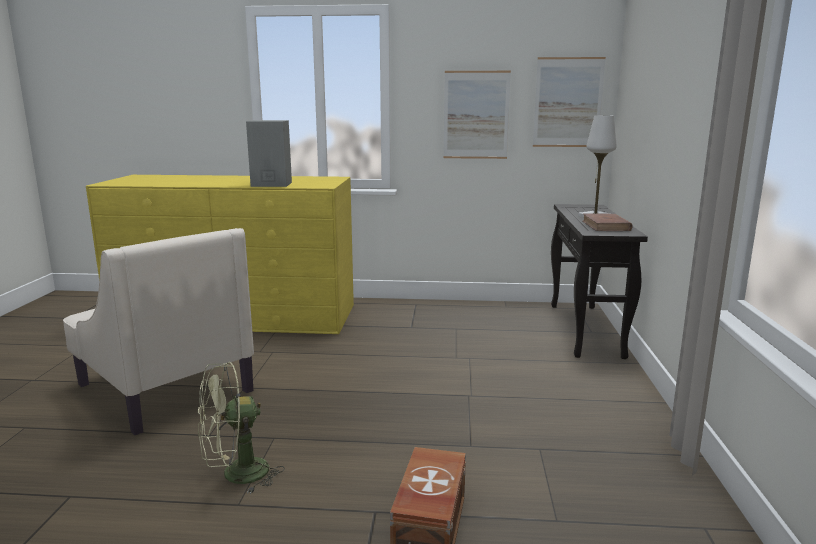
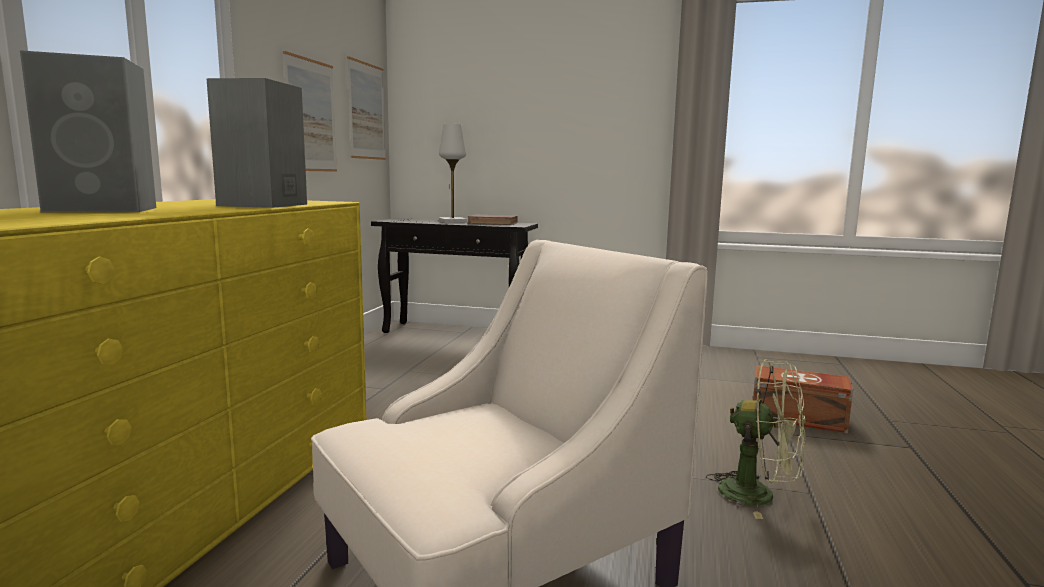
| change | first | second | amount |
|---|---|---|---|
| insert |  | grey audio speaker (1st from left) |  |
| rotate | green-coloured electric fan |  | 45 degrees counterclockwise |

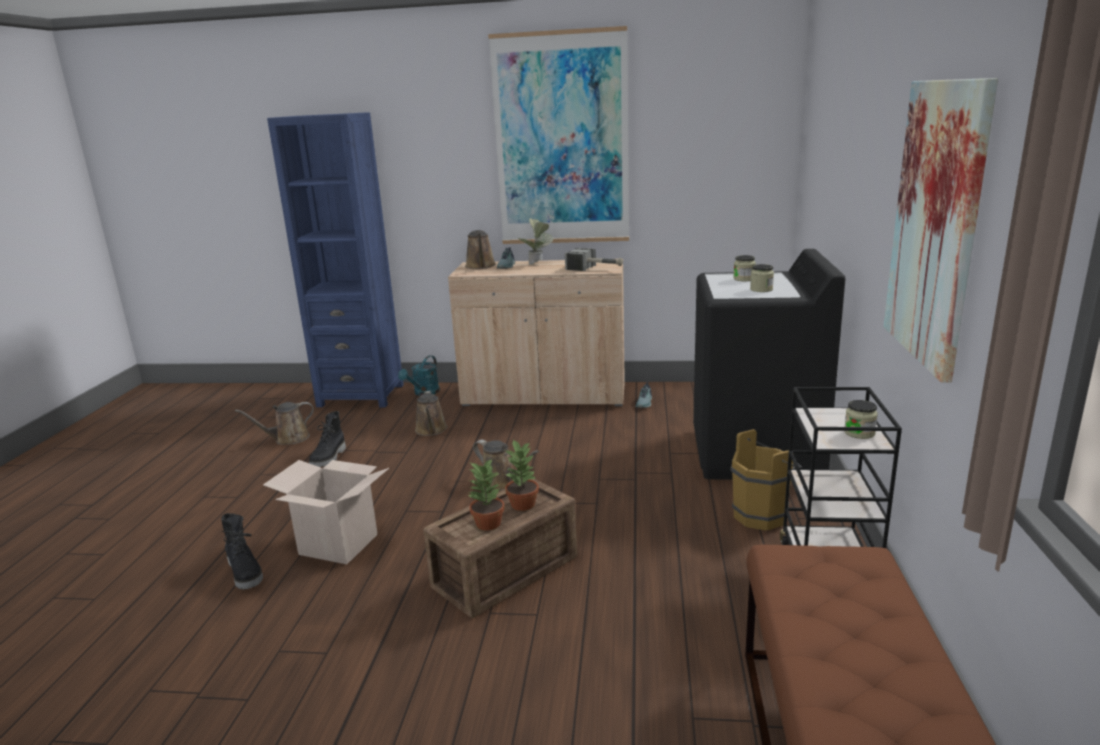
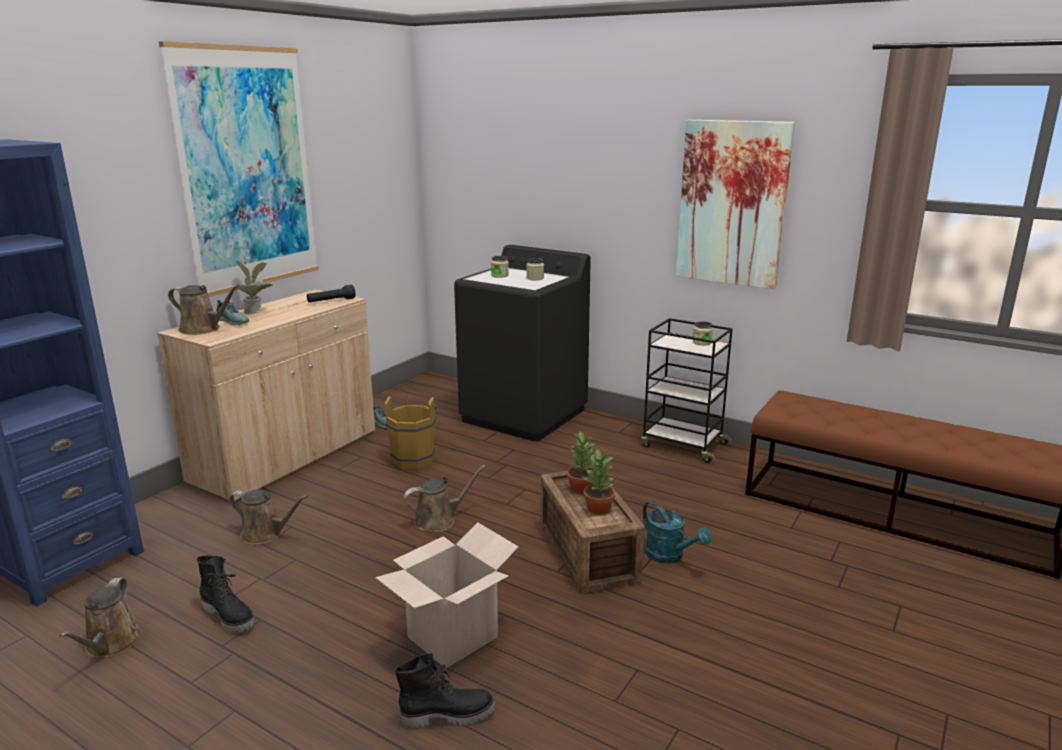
| change | first | second | amount |
|---|---|---|---|
| replace | tool hammer | black torch |  |
| move | brown bucket |  |  |
| move | turquoise sprinkling can |  |  |

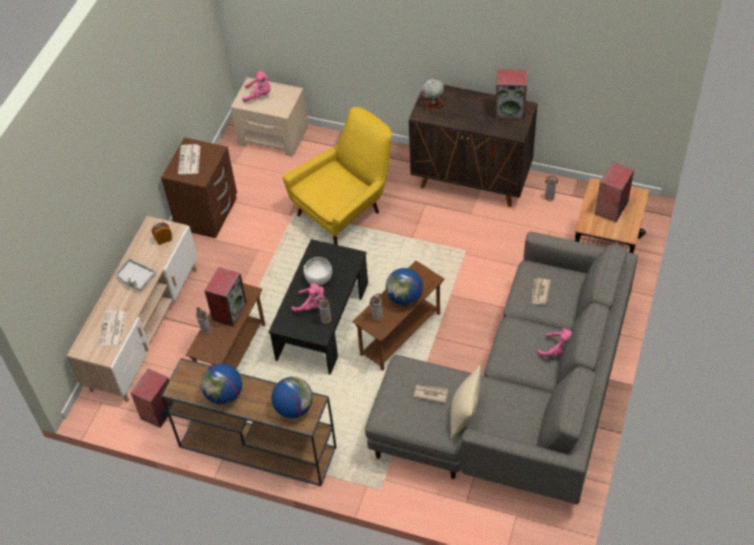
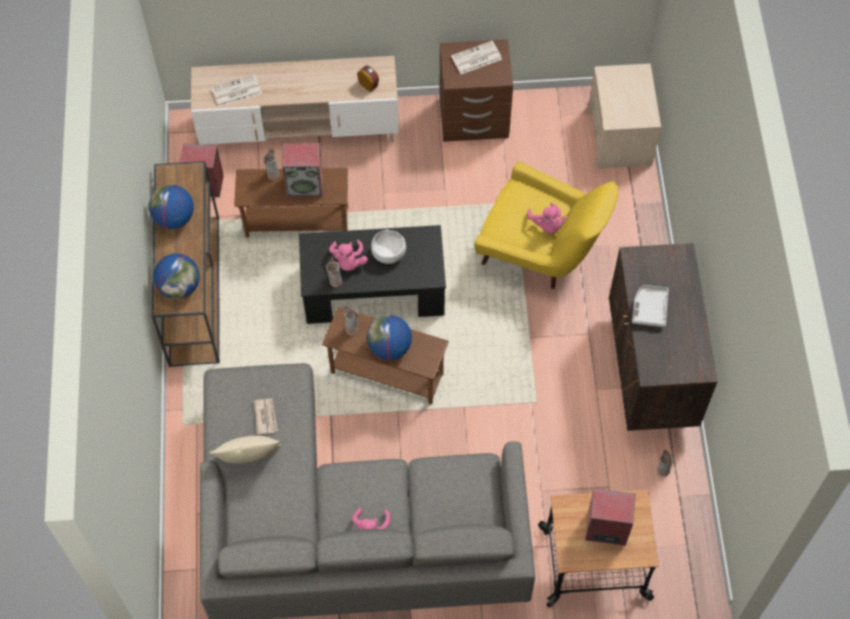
| change | first | second | amount |
|---|---|---|---|
| move | pink-coloured cuddly toy (1st from left in the first image) | pink-coloured cuddly toy (3rd from left) |  |
| move | grey carrying tray |  |  |
| delete | desk globe (4th from left) |  |  |
| delete | audio speaker (3rd from left) |  |  |
| delete | printed paper (4th from left) |  |  |

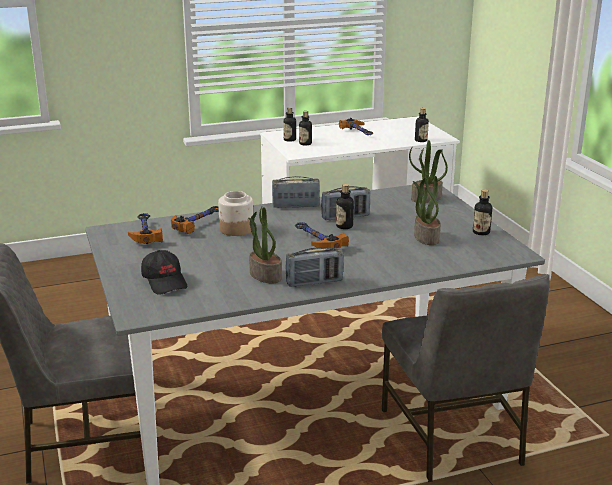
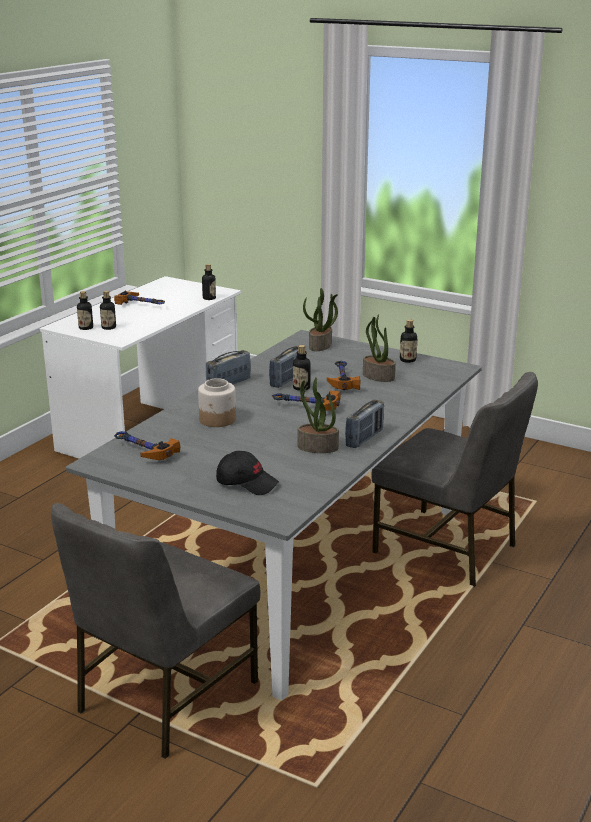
| change | first | second | amount |
|---|---|---|---|
| move | tool hammer (2nd from left in the first image) | tool hammer (4th from left) |  |

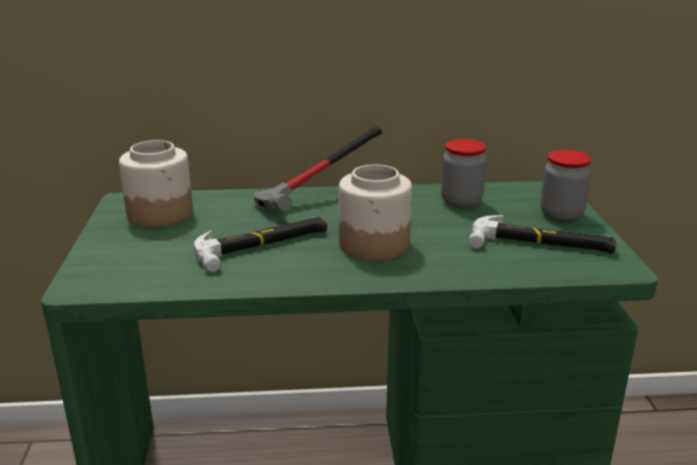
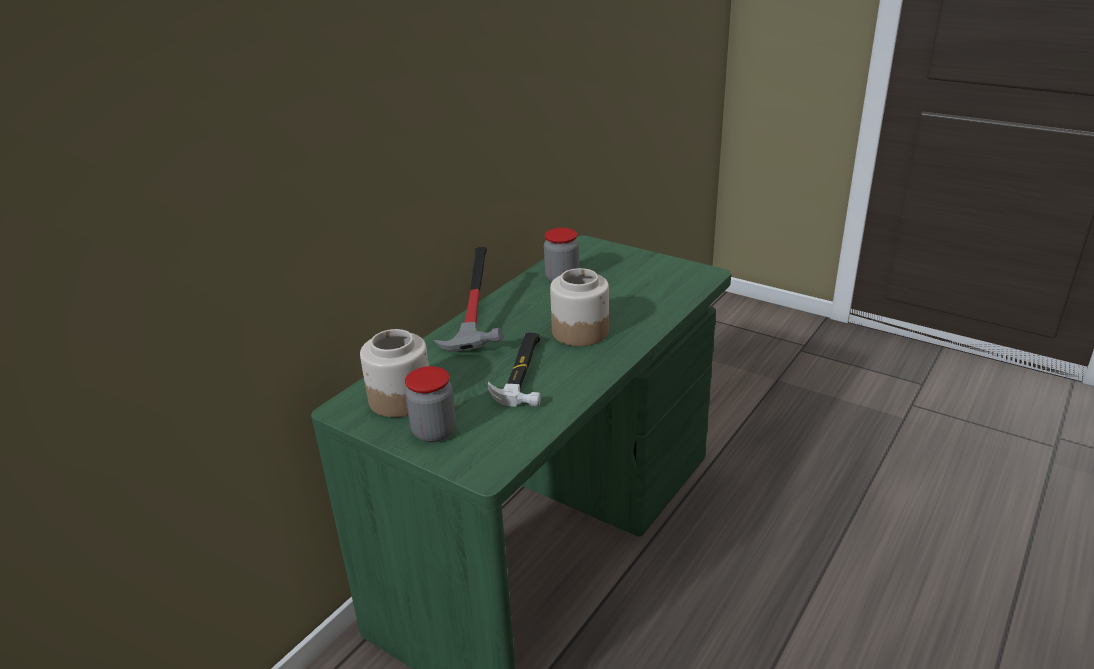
| change | first | second | amount |
|---|---|---|---|
| move | jar (4th from left in the first image) | jar (2nd from left) |  |
| delete | tool hammer (3rd from left) |  |  |

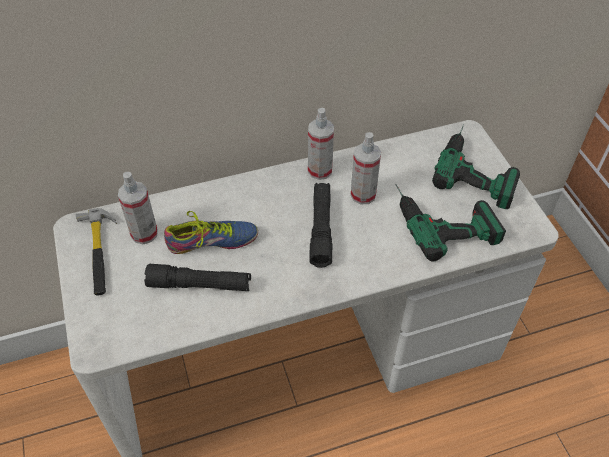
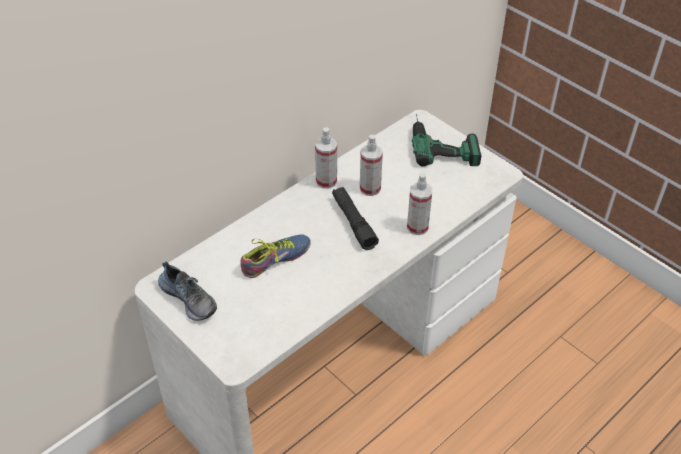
| change | first | second | amount |
|---|---|---|---|
| replace | tool hammer | shoe (1st from left) |  |
| move | hand sprayer (1st from left in the first image) | hand sprayer (3rd from left) |  |
| delete | black torch (1st from left) |  |  |
| delete | drill (1st from left) |  |  |

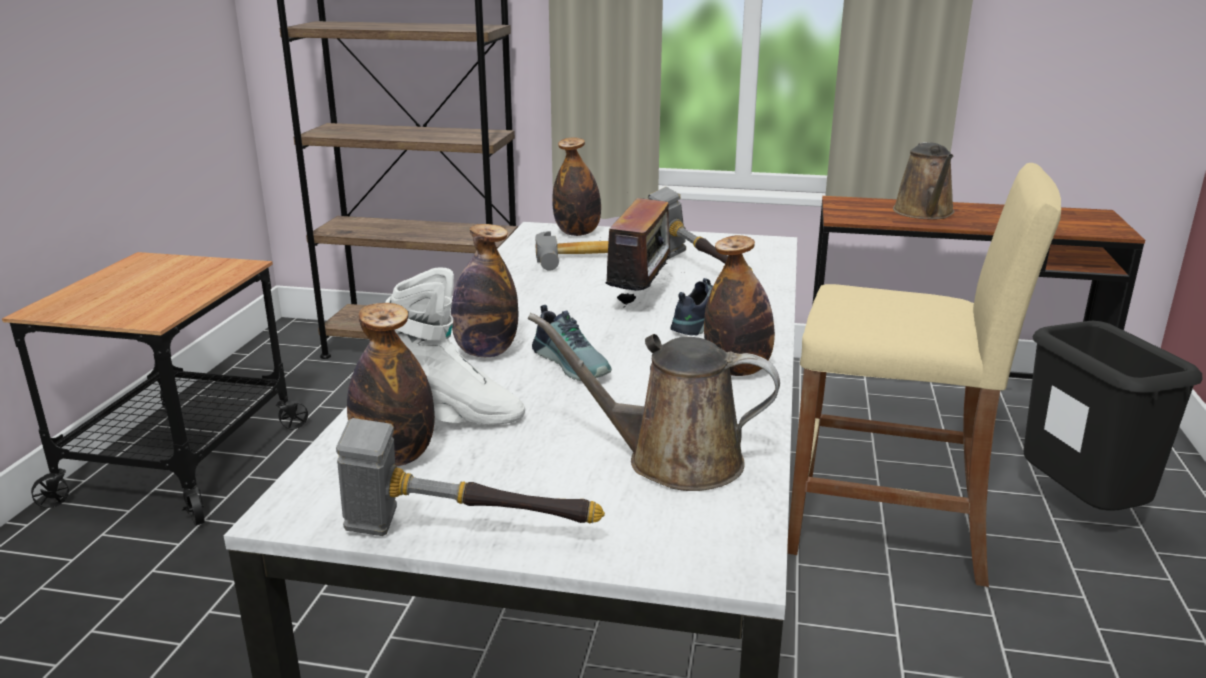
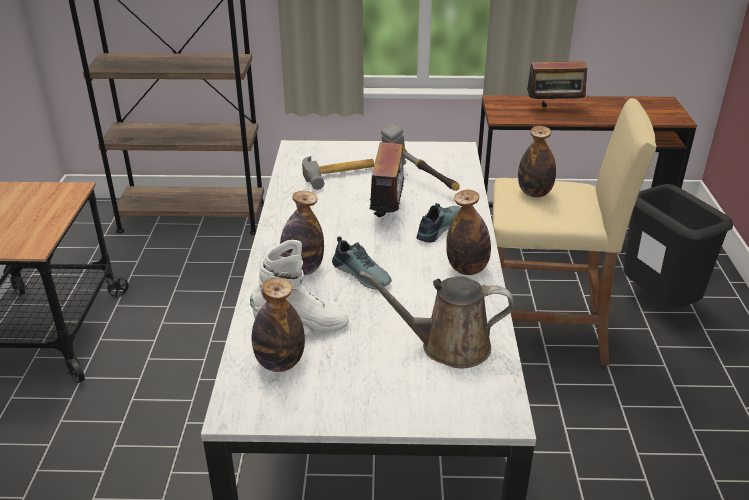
| change | first | second | amount |
|---|---|---|---|
| move | beverage bottle (3rd from left in the first image) | beverage bottle (4th from left) |  |
| replace | brown sprinkling can (2nd from left) | radio receiver (2nd from left) |  |
| delete | tool hammer (1st from left) |  |  |

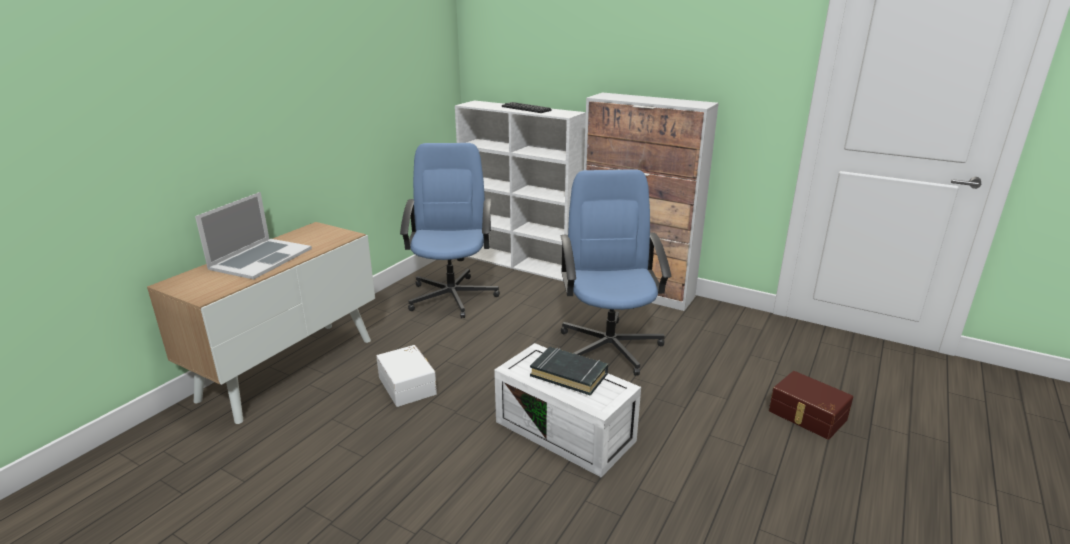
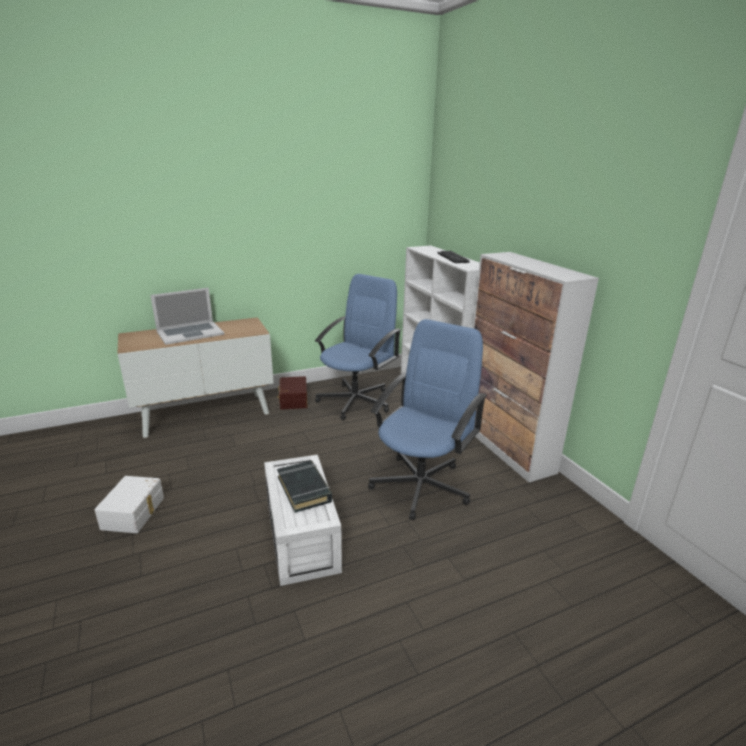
| change | first | second | amount |
|---|---|---|---|
| move | whitish storage box (1st from left) |  |  |
| move | brown storage box |  |  |

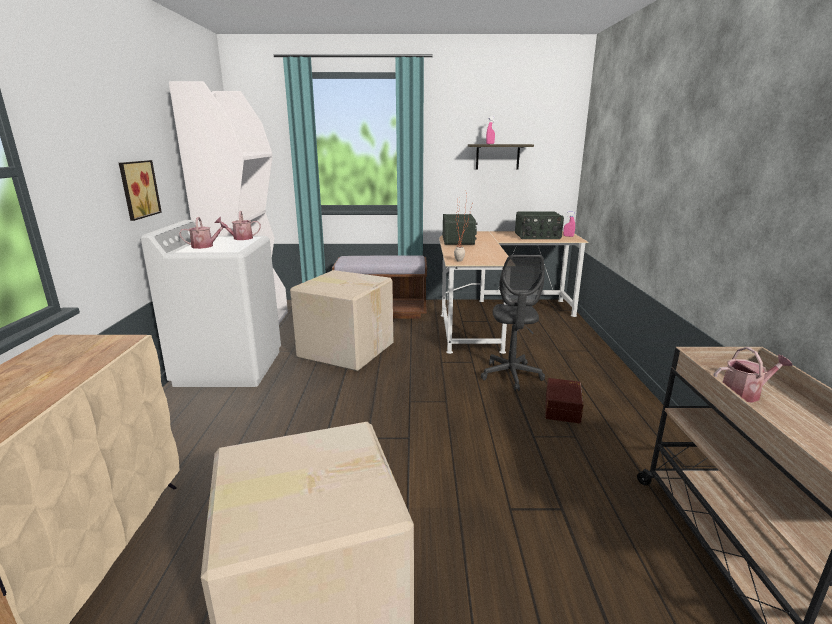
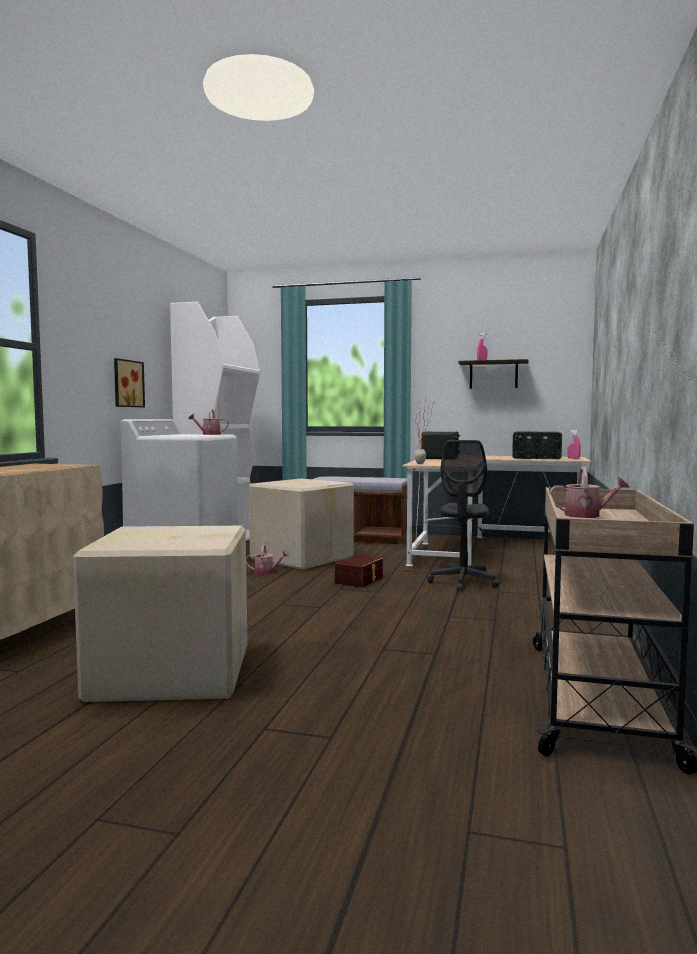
| change | first | second | amount |
|---|---|---|---|
| move | sprinkling can (1st from left in the first image) | sprinkling can (2nd from left) |  |
| move | brown storage box |  |  |

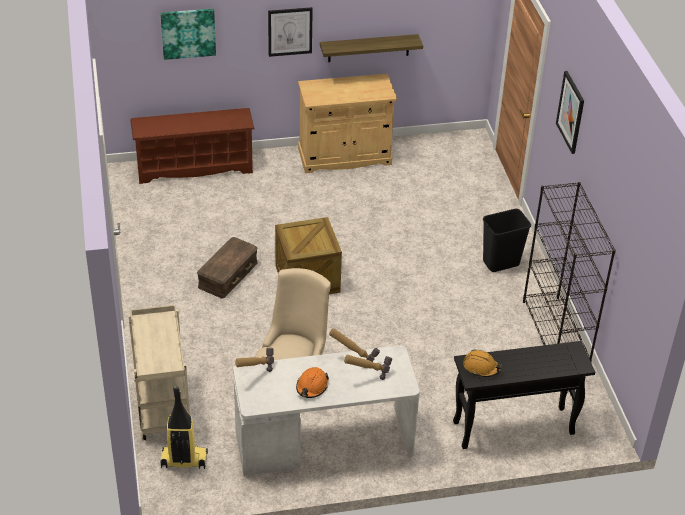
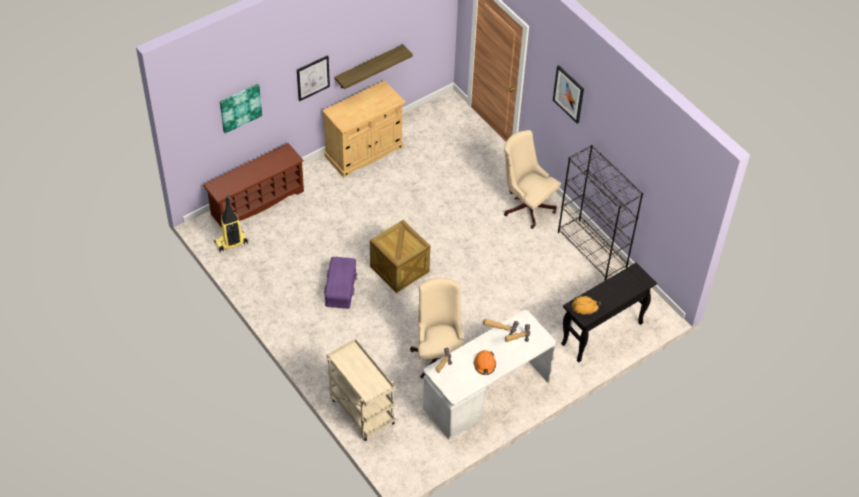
| change | first | second | amount |
|---|---|---|---|
| move | vacuum |  |  |
| recolor | brown storage box | purple storage box |  |
| replace | black waste bin | beige desk chair (2nd from left) |  |

